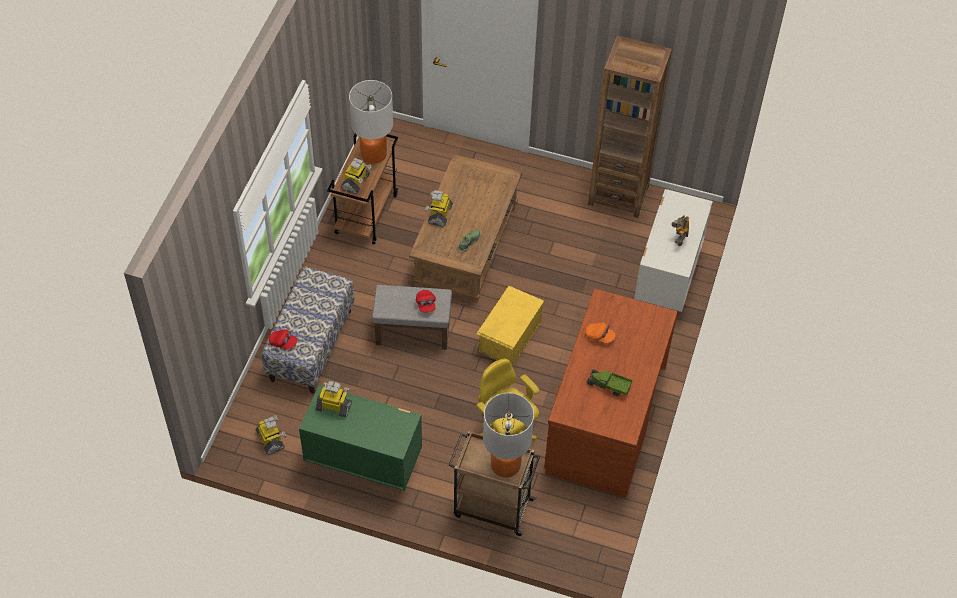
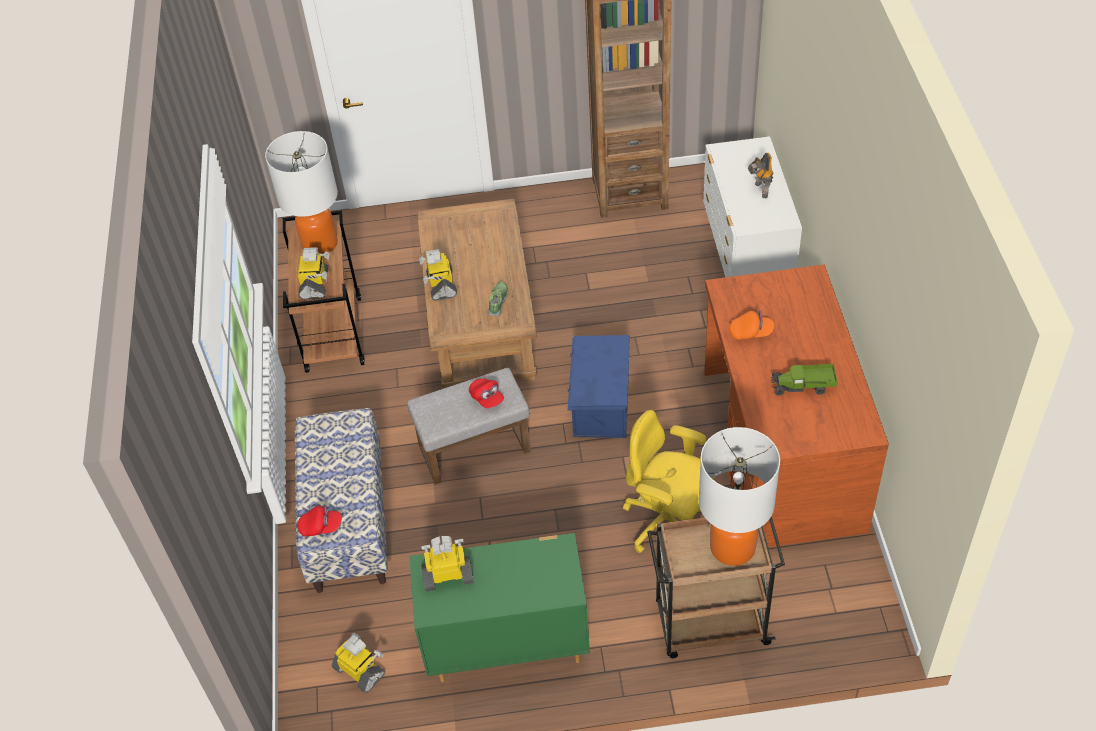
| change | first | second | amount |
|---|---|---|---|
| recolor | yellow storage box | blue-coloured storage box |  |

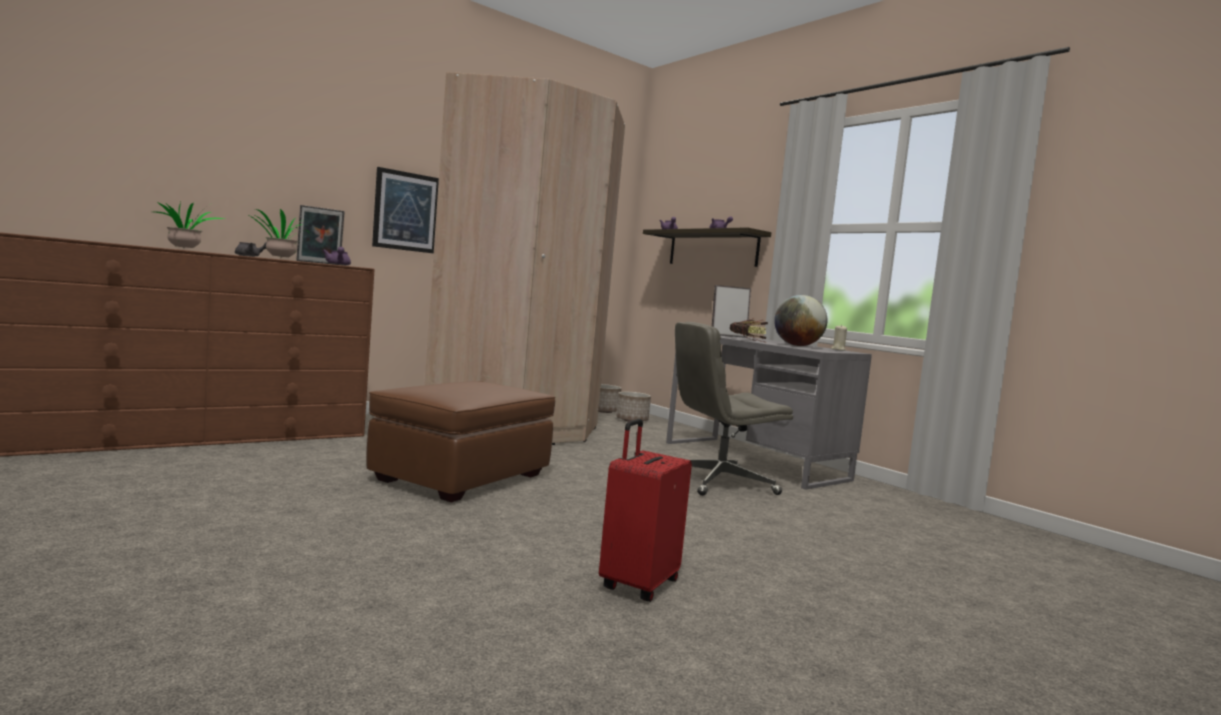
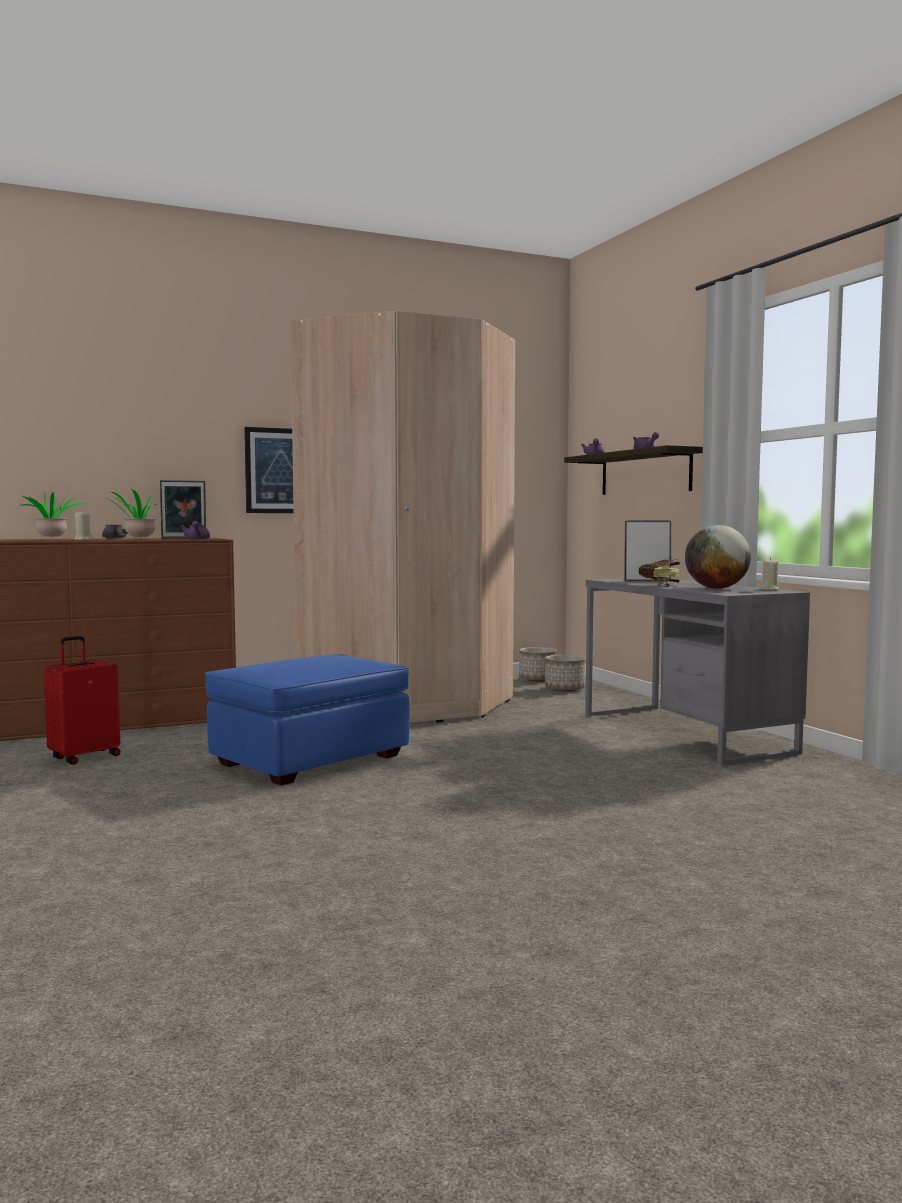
| change | first | second | amount |
|---|---|---|---|
| move | red-coloured suitcase |  |  |
| insert |  | beige wax candle (1st from left) |  |
| recolor | brown ottoman | blue-coloured ottoman |  |
| delete | grey desk chair |  |  |

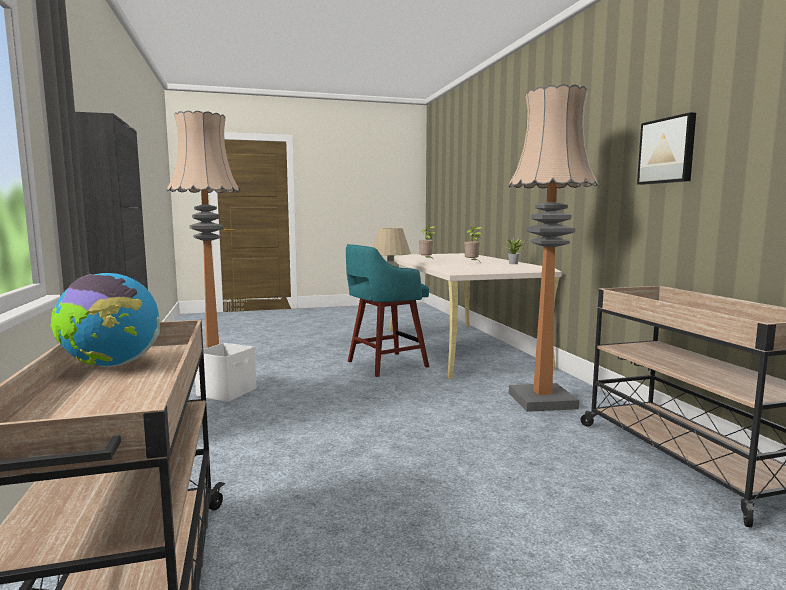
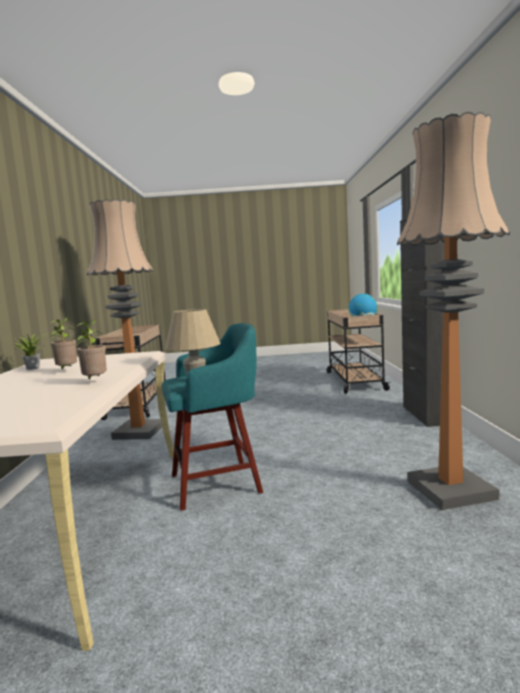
| change | first | second | amount |
|---|---|---|---|
| delete | whitish storage box |  |  |
| delete | wall art |  |  |

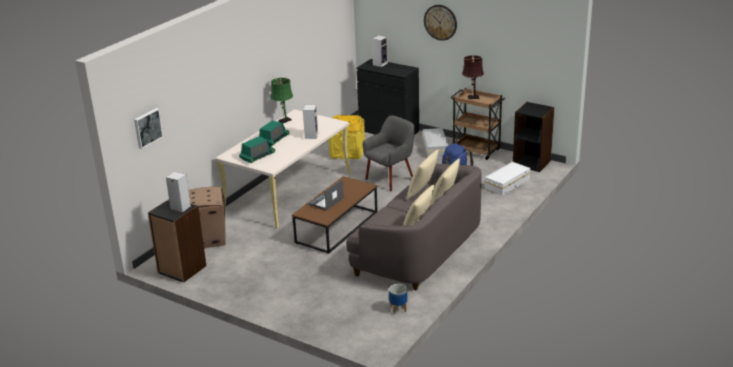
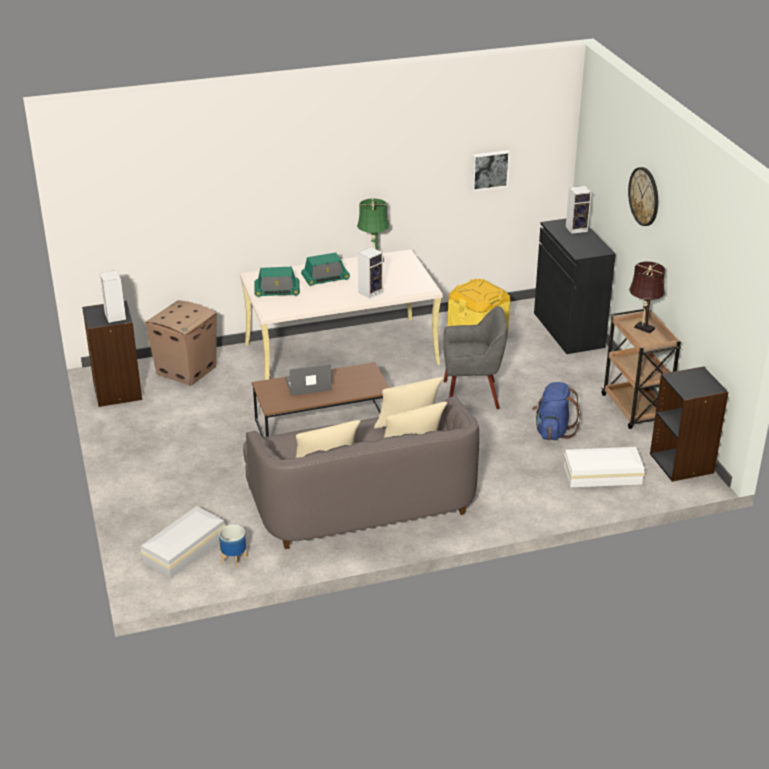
| change | first | second | amount |
|---|---|---|---|
| move | whitish storage box (1st from left) |  |  |
| move | wall art |  |  |

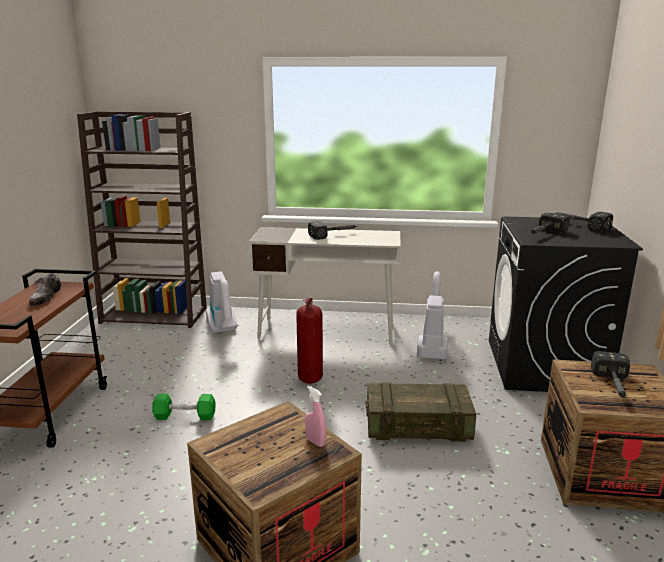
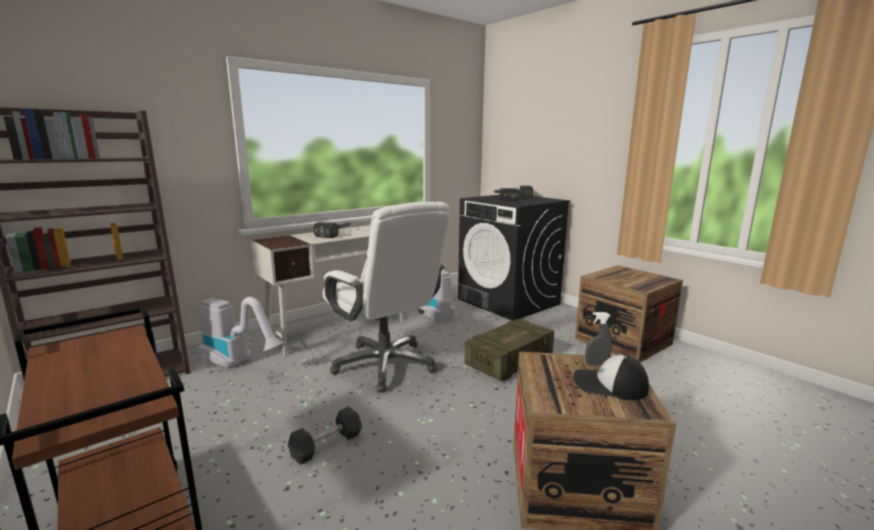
| change | first | second | amount |
|---|---|---|---|
| recolor | green-coloured dumbbell | grey dumbbell |  |
| replace | extinguisher | whitish desk chair |  |
| insert |  | cap |  |
| recolor | pink-coloured hand sprayer | grey hand sprayer |  |
| delete | shoe |  |  |
| delete | tool hammer (4th from left) |  |  |

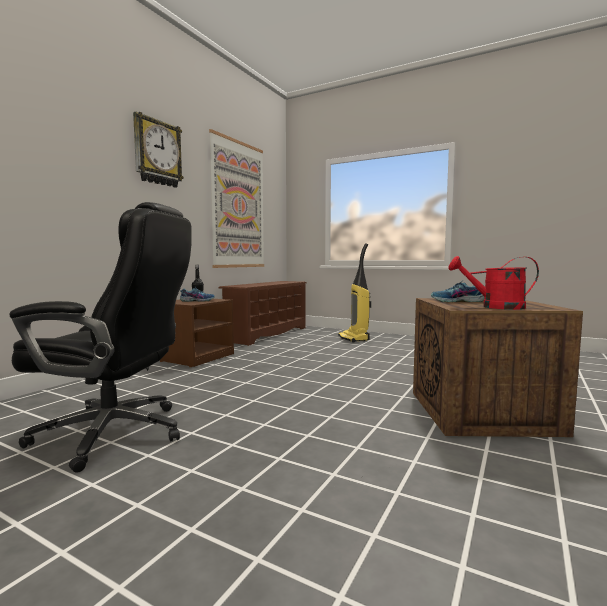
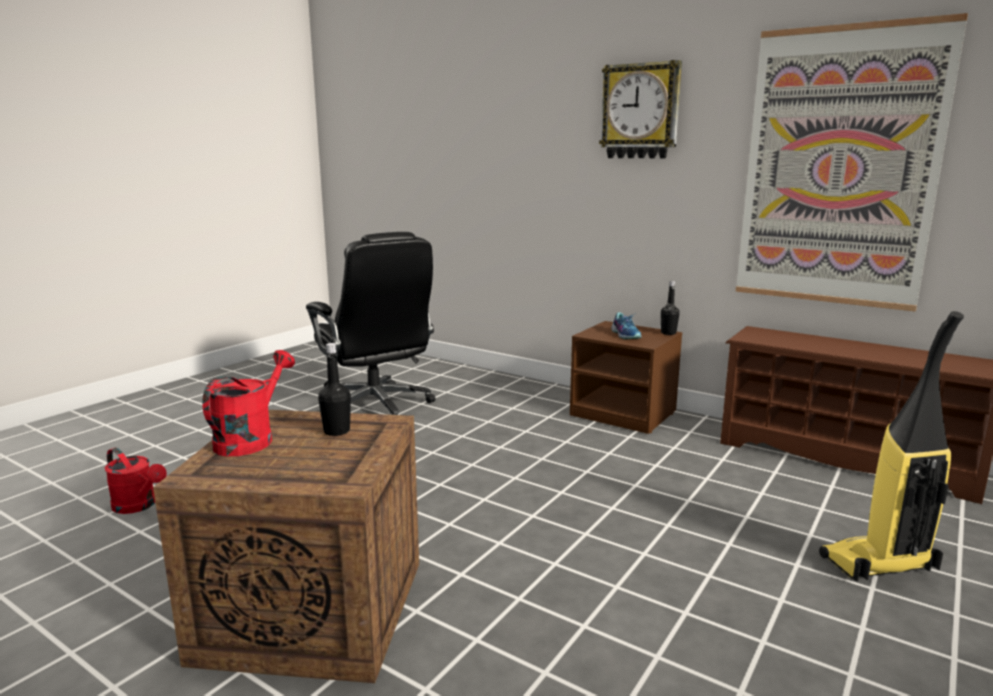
| change | first | second | amount |
|---|---|---|---|
| insert |  | red-coloured sprinkling can (1st from left) |  |
| rotate | black desk chair |  | 45 degrees counterclockwise |
| replace | shoe (2nd from left) | black beverage bottle (1st from left) |  |

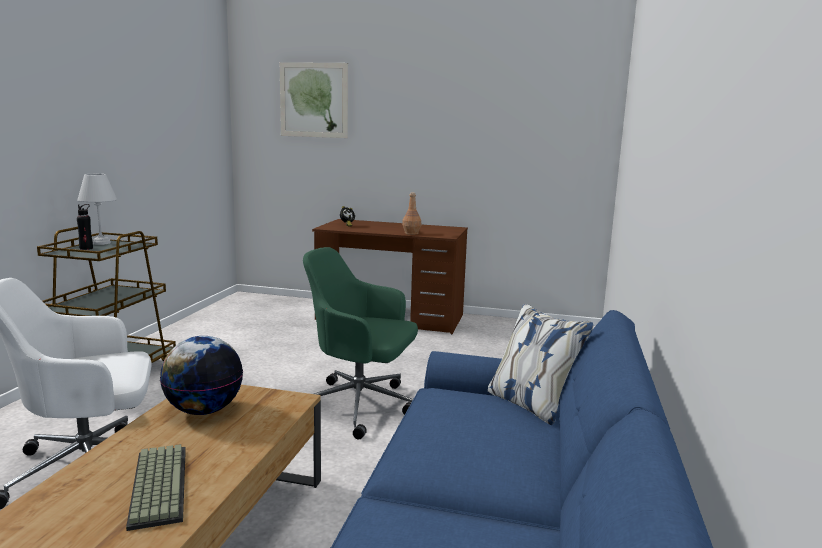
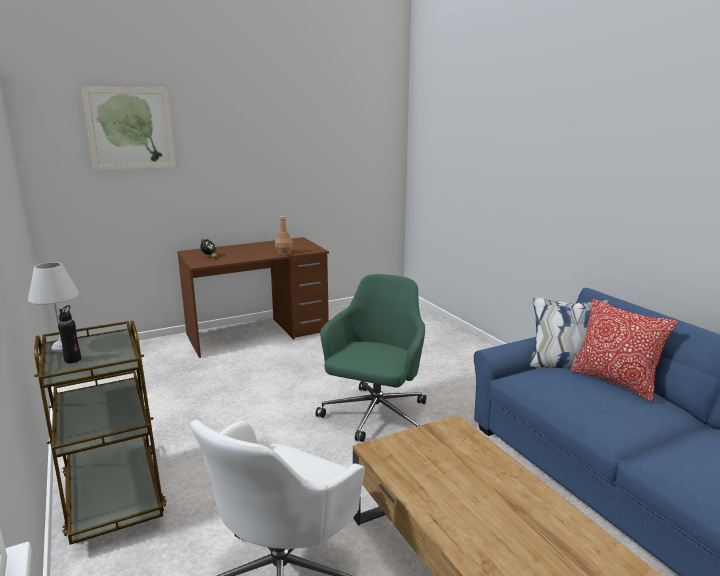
| change | first | second | amount |
|---|---|---|---|
| rotate | green-coloured desk chair |  | 135 degrees clockwise |
| insert |  | pillow |  |
| delete | PC keyboard |  |  |
| delete | desk globe |  |  |

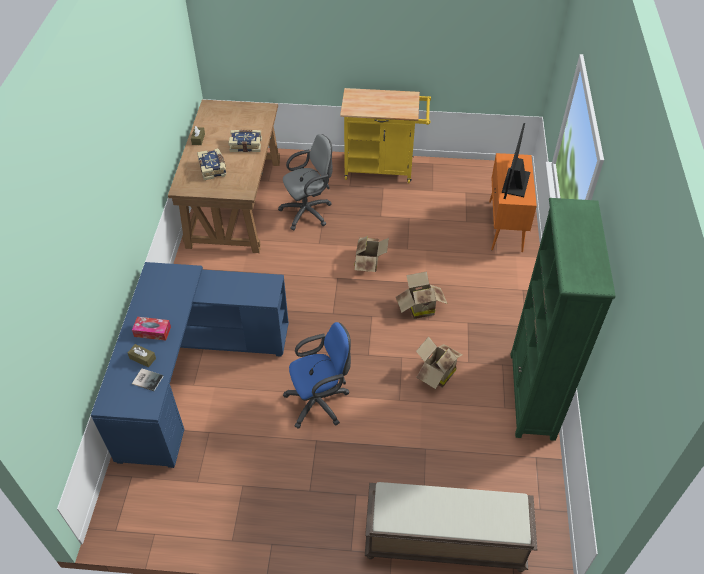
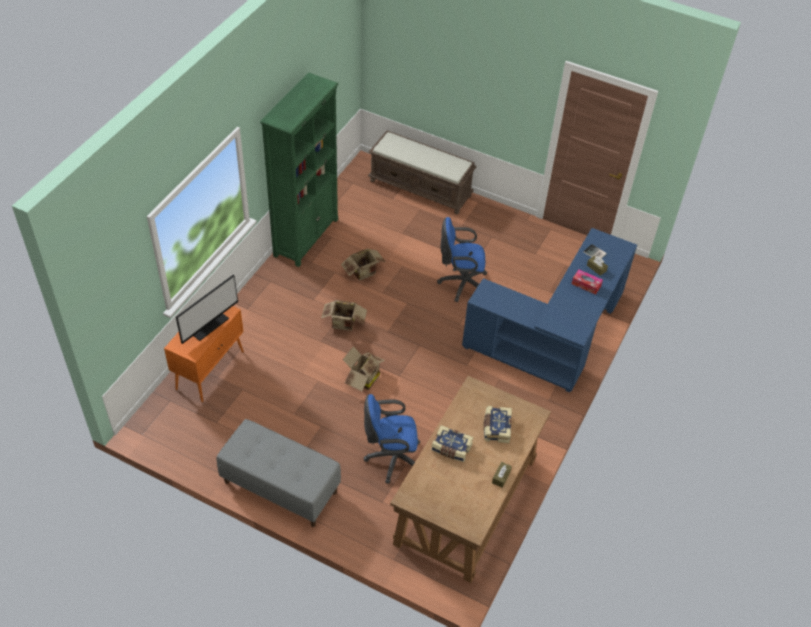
| change | first | second | amount |
|---|---|---|---|
| replace | yellow wheeled cart | grey bench |  |
| recolor | grey desk chair | blue-coloured desk chair (1st from left) |  |

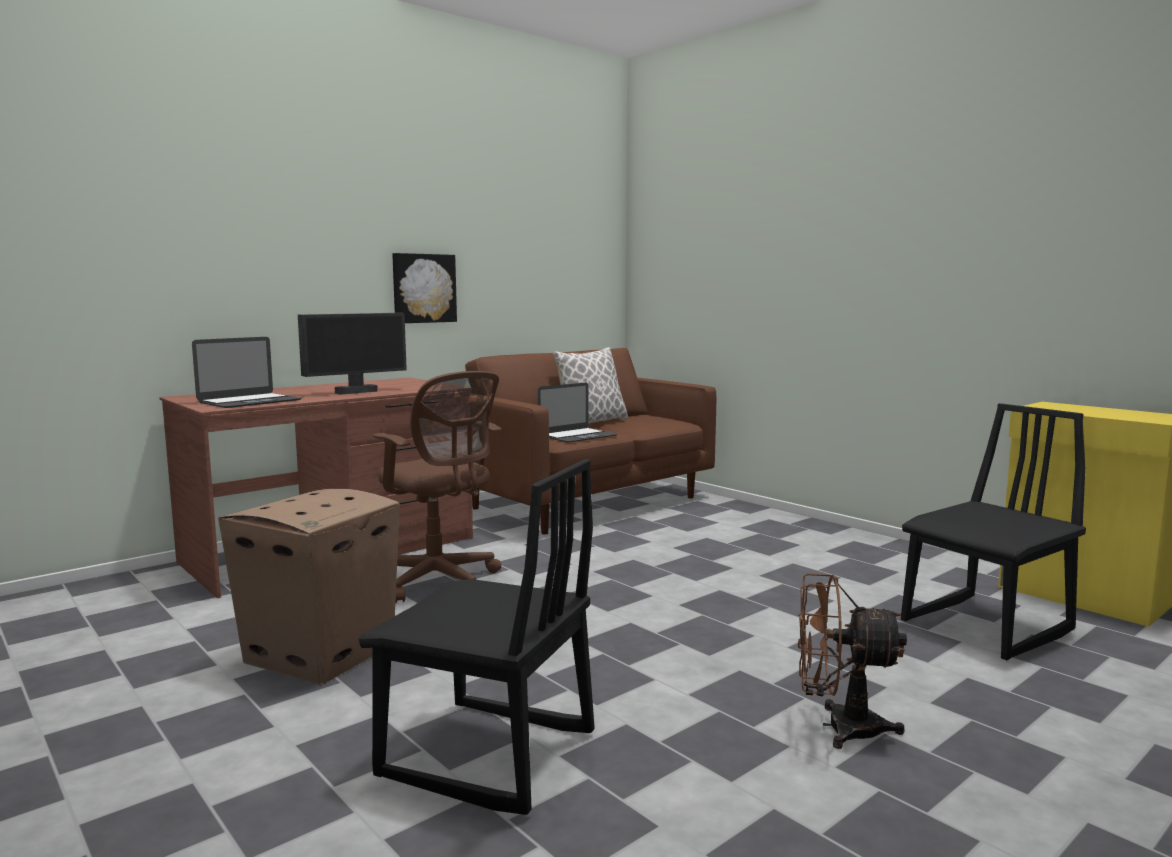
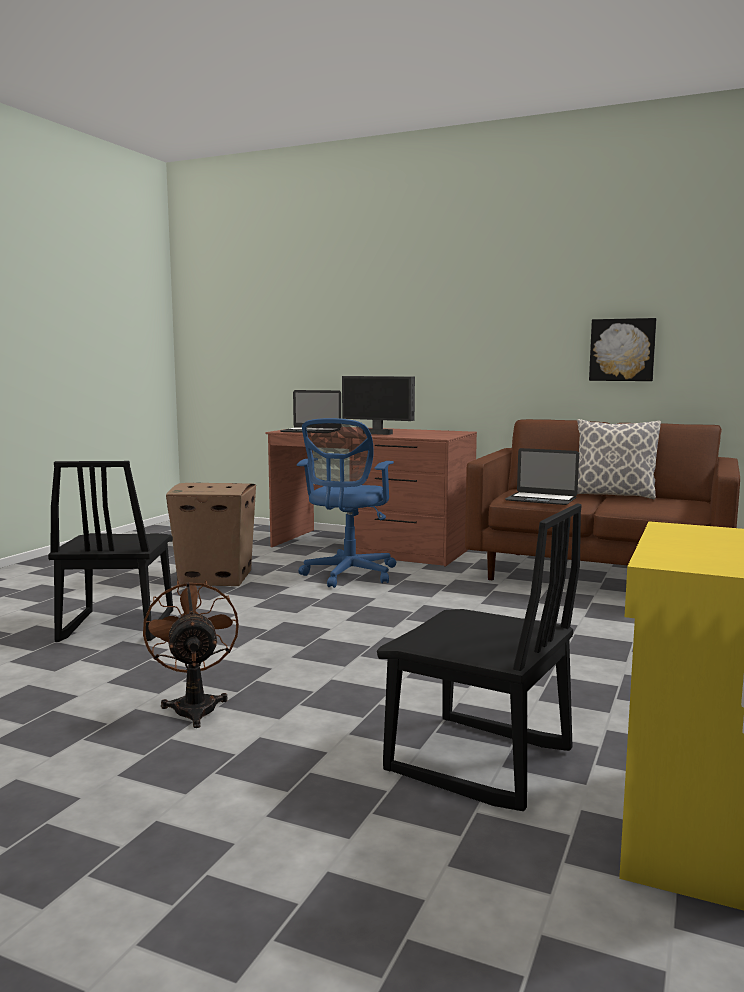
| change | first | second | amount |
|---|---|---|---|
| recolor | brown desk chair | blue-coloured desk chair |  |
| move | wall art |  |  |

